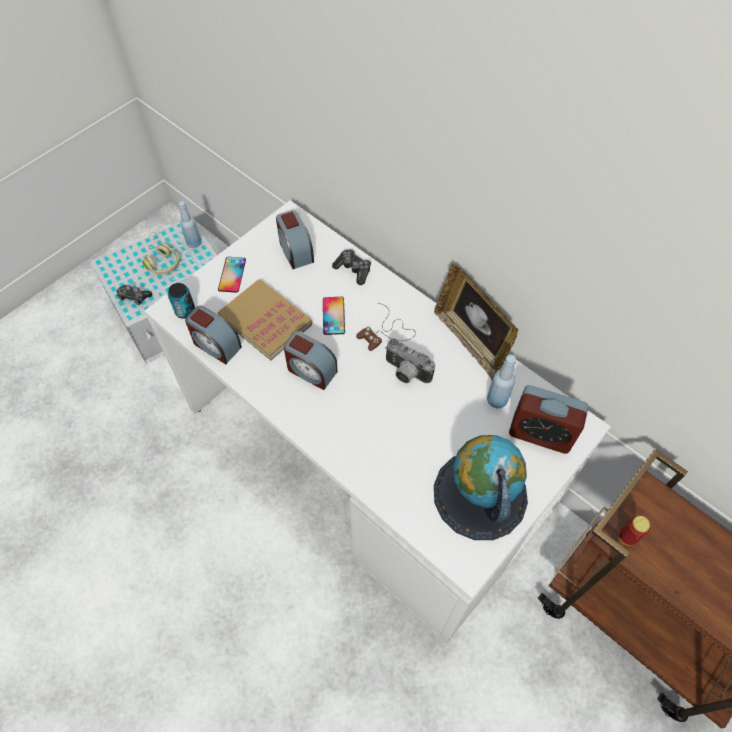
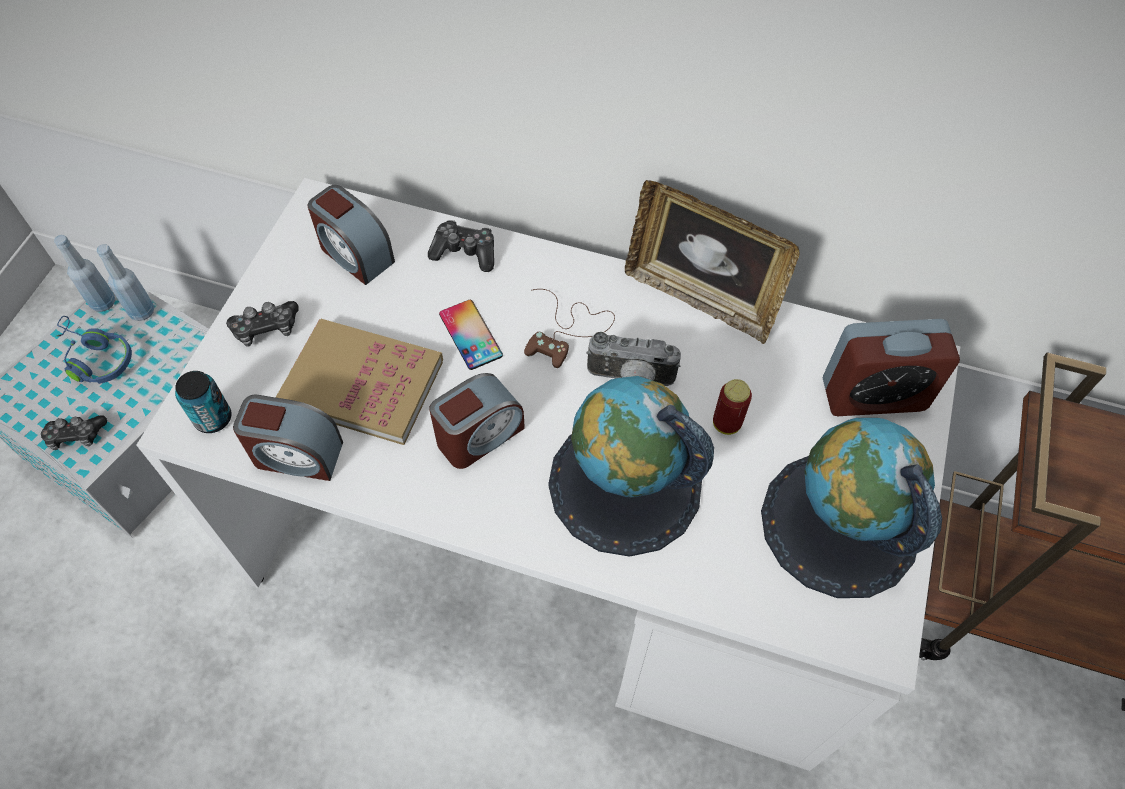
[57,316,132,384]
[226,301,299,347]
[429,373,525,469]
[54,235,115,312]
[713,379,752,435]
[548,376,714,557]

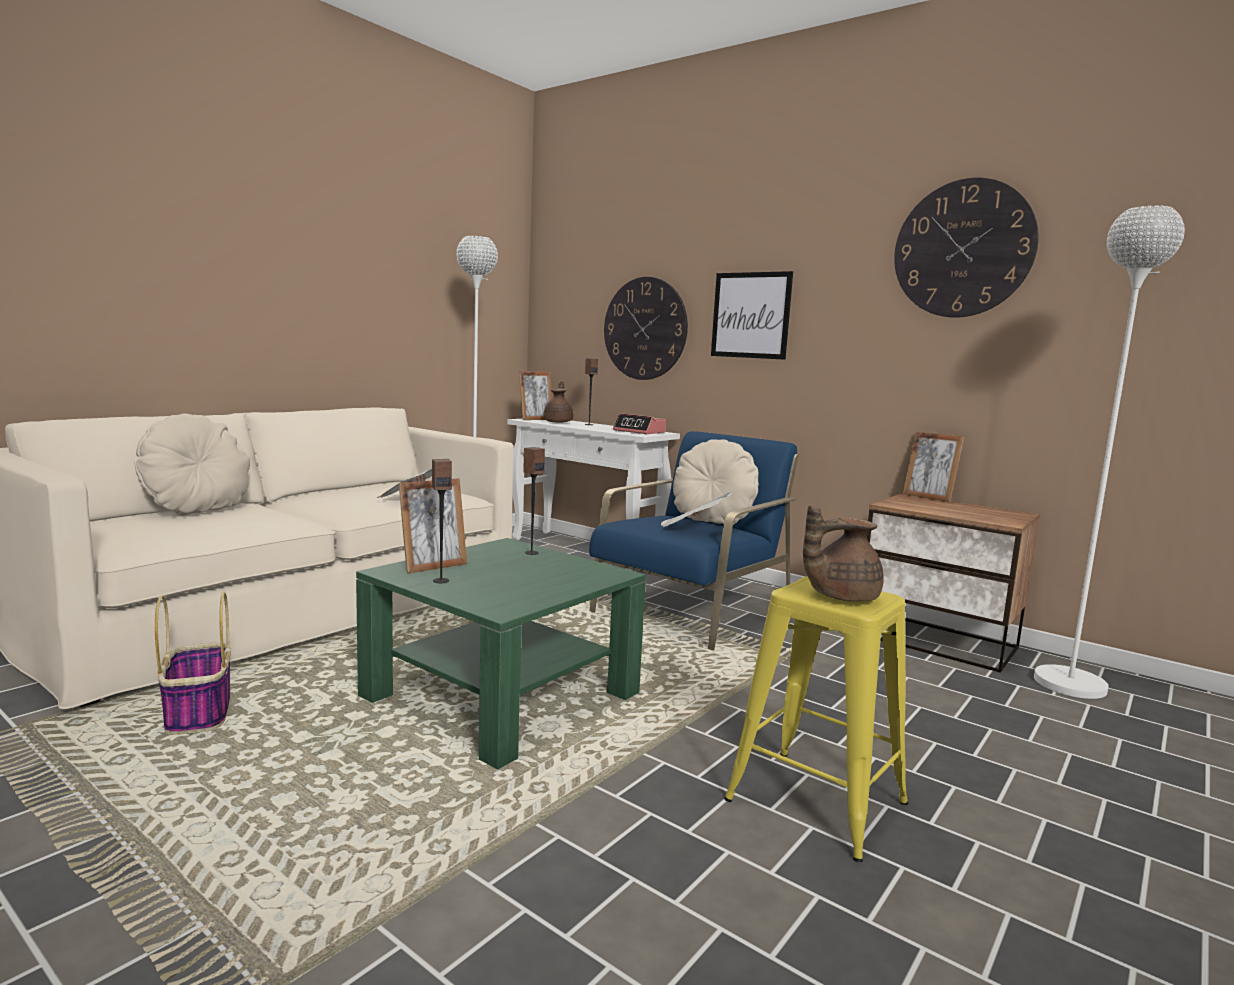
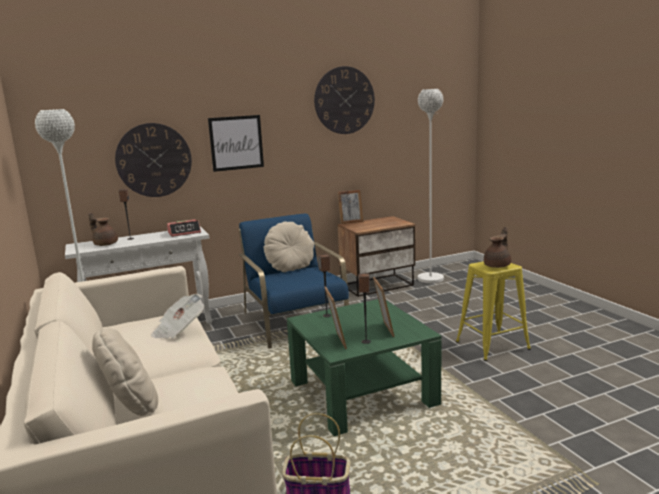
[373,277,395,337]
[661,492,733,527] (first image)
[484,227,511,268]

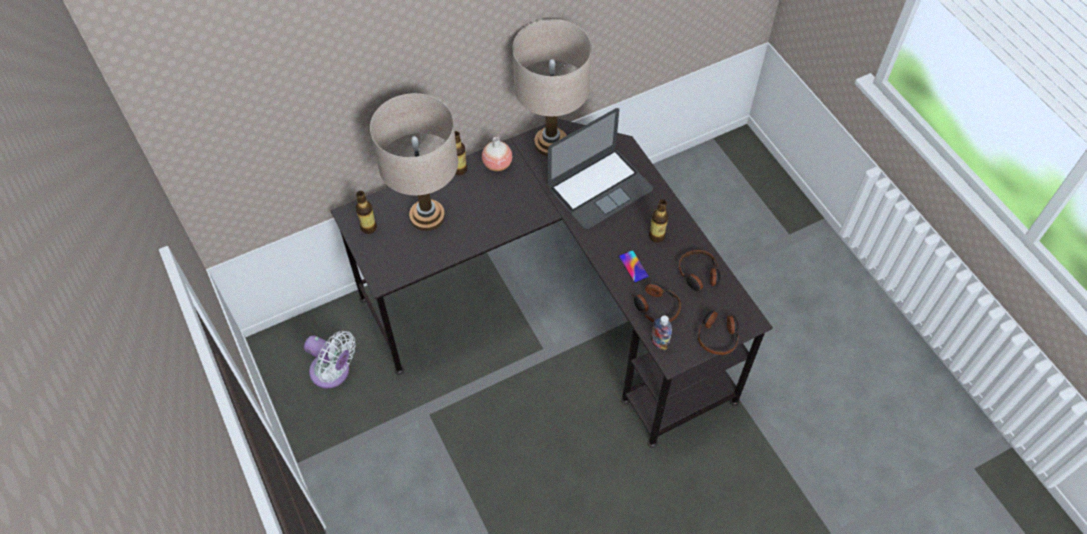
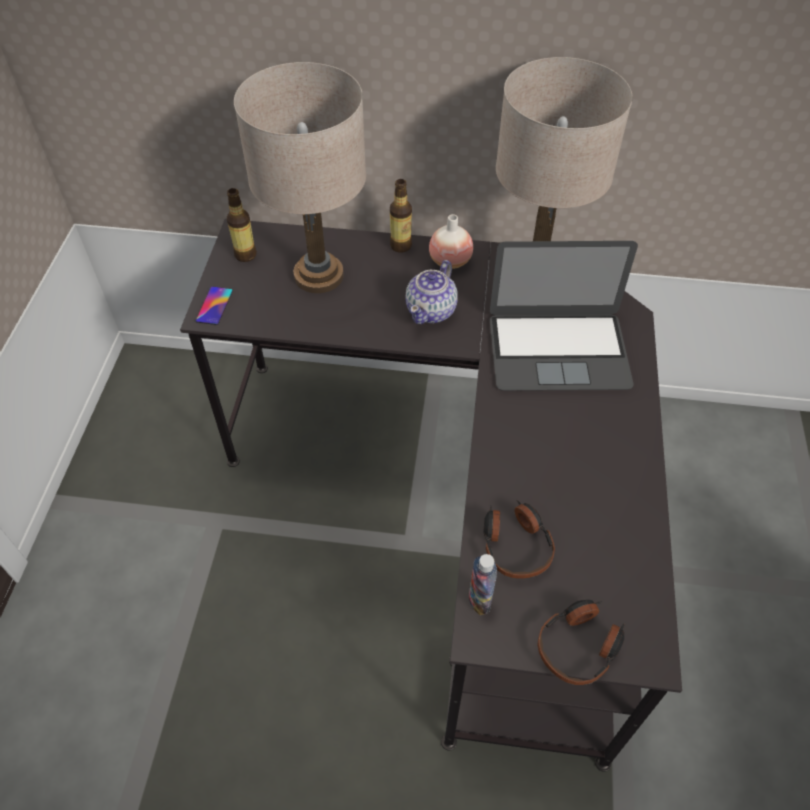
[649,199,669,243] (first image)
[195,286,233,325]
[679,250,720,292] (first image)
[304,331,356,389] (first image)
[405,260,458,324]

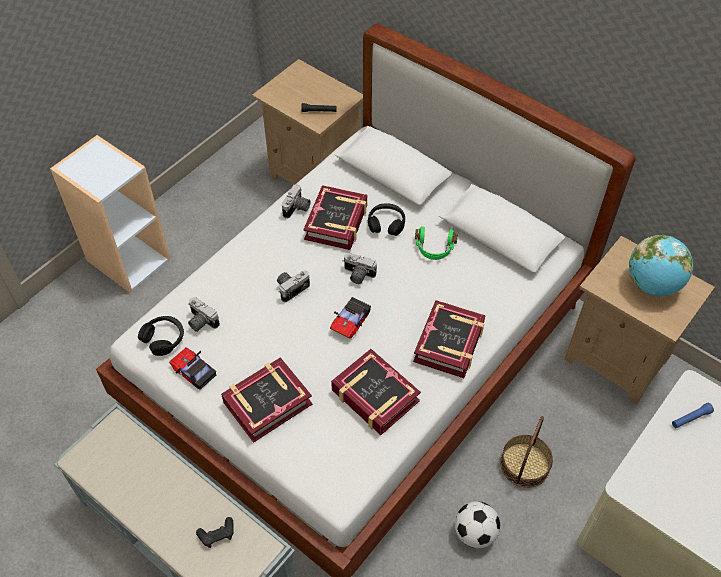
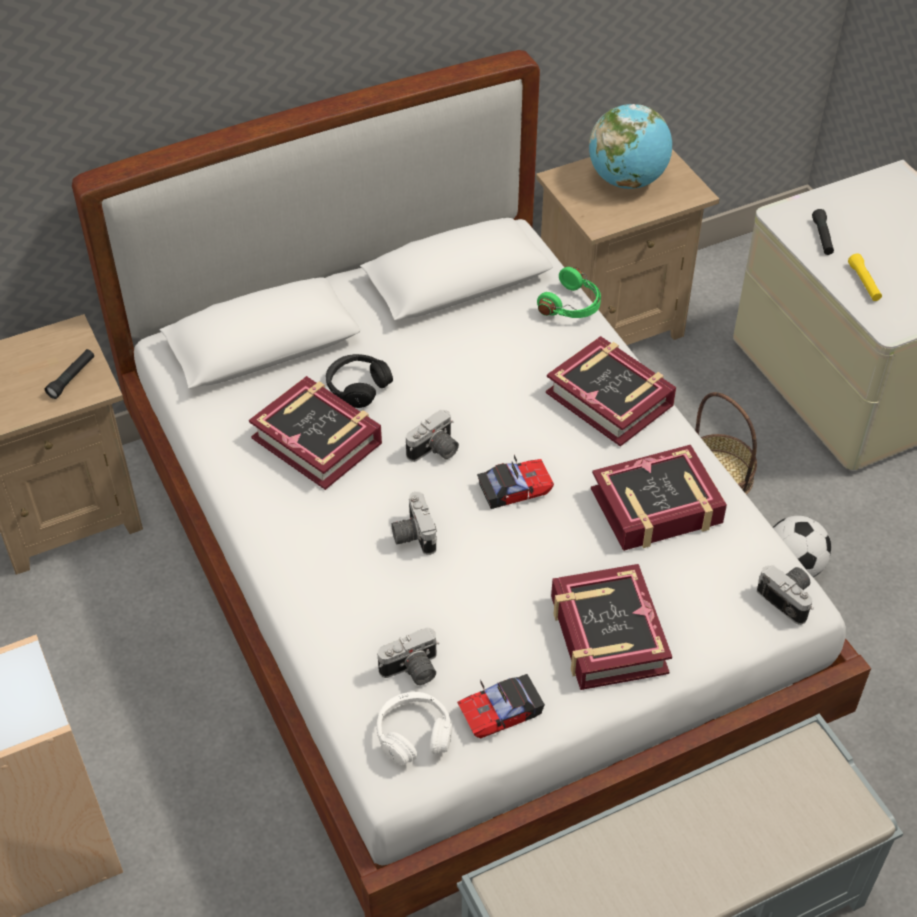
[757,565,814,625]
[537,267,601,318]
[477,455,554,509]
[377,692,452,765]
[812,209,834,255]
[196,517,234,548] (first image)
[848,254,882,301]

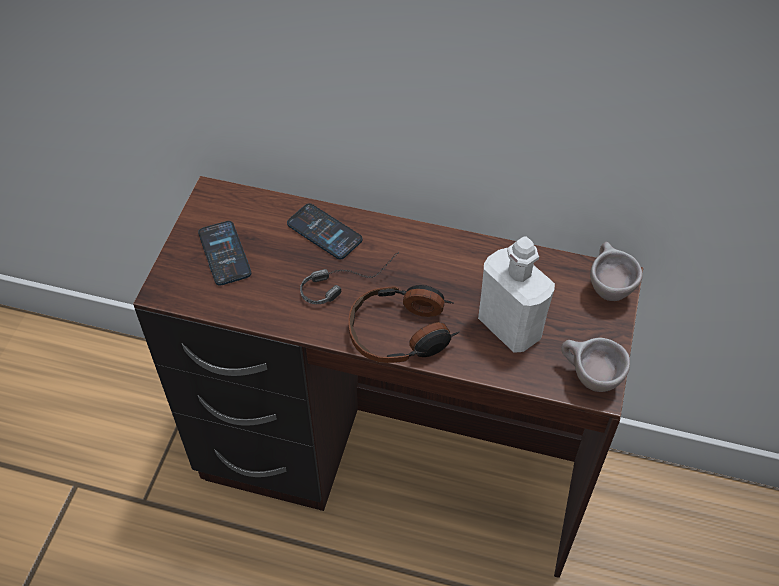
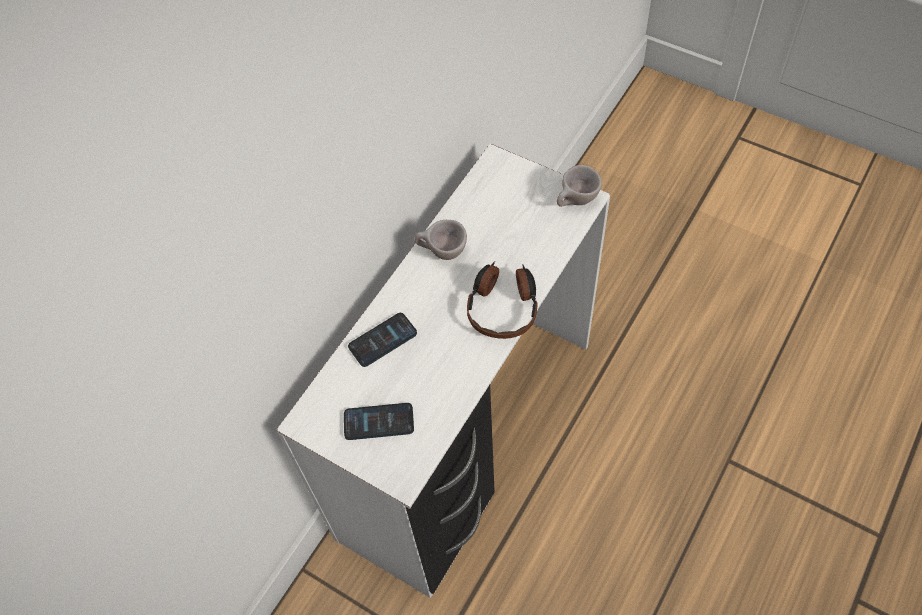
[276,143,610,598]
[478,236,555,353] (first image)
[414,220,467,260]
[300,252,399,304] (first image)

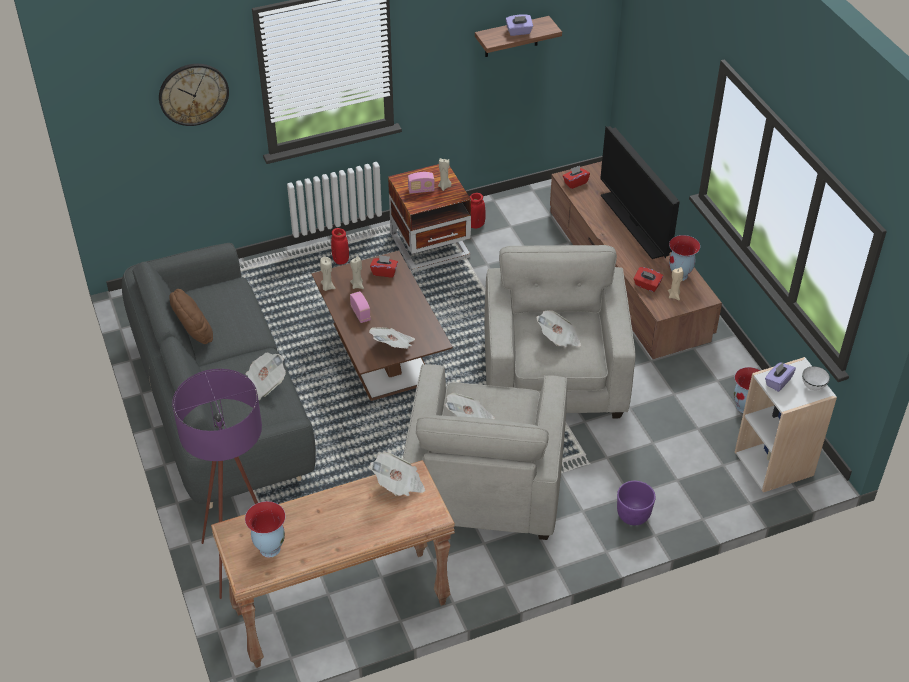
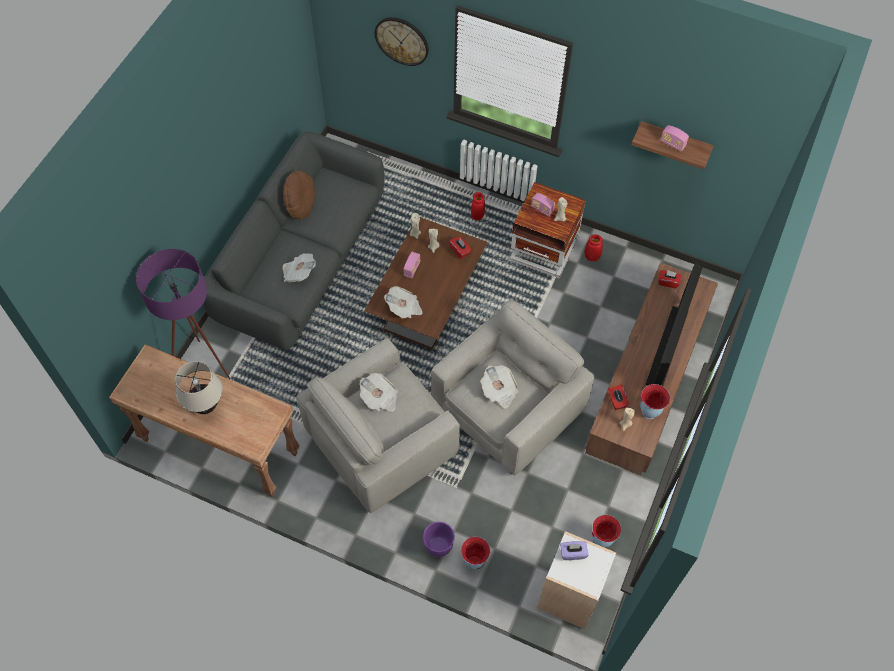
[660,125,689,152]
[802,366,830,391] (first image)
[370,453,425,496] (first image)
[461,537,490,570]
[175,361,223,414]

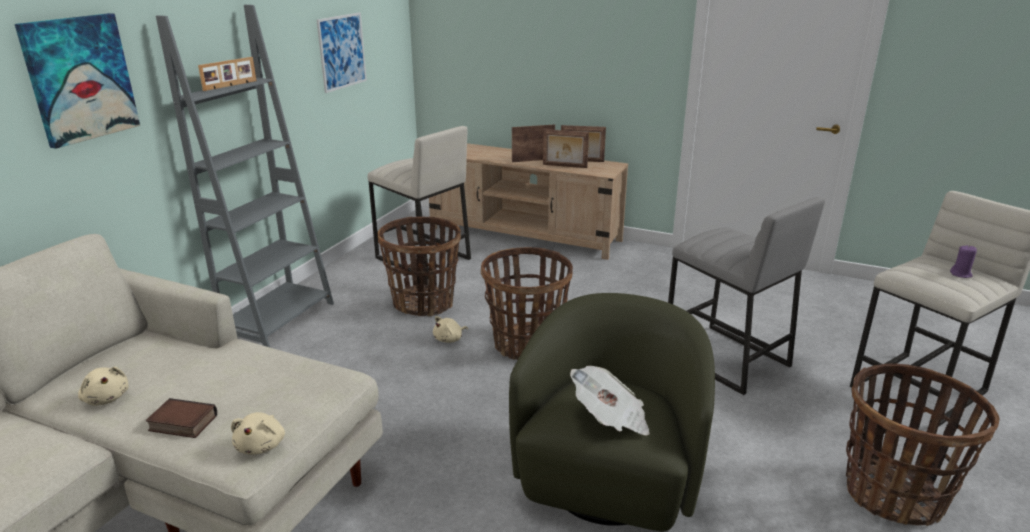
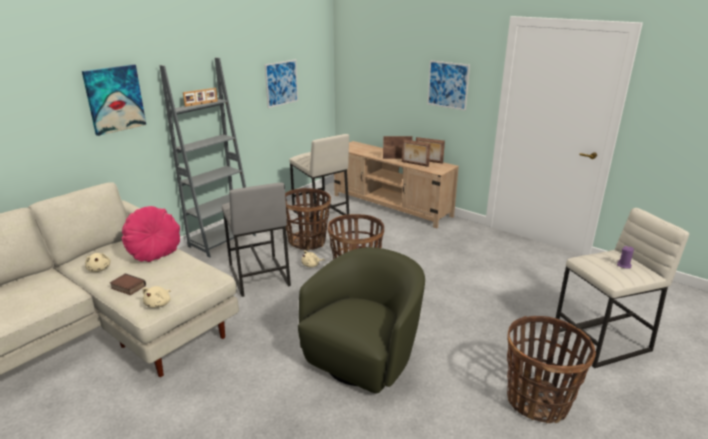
[222,182,291,297]
[570,366,650,435] (first image)
[427,60,470,111]
[122,206,180,262]

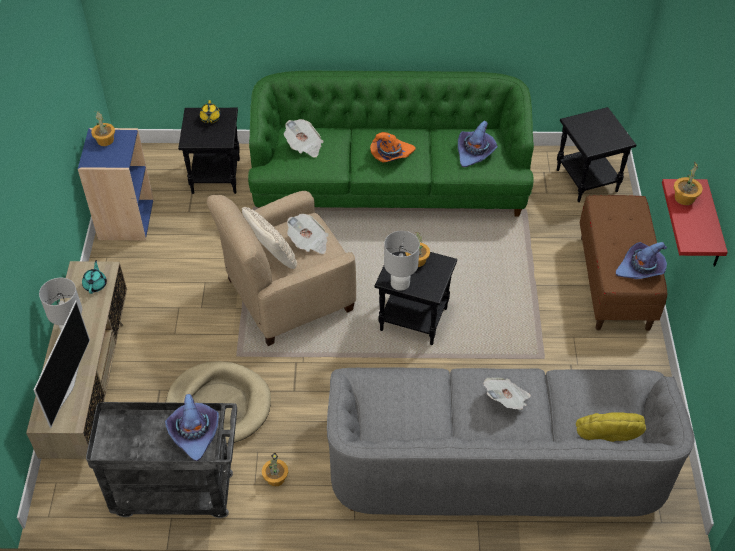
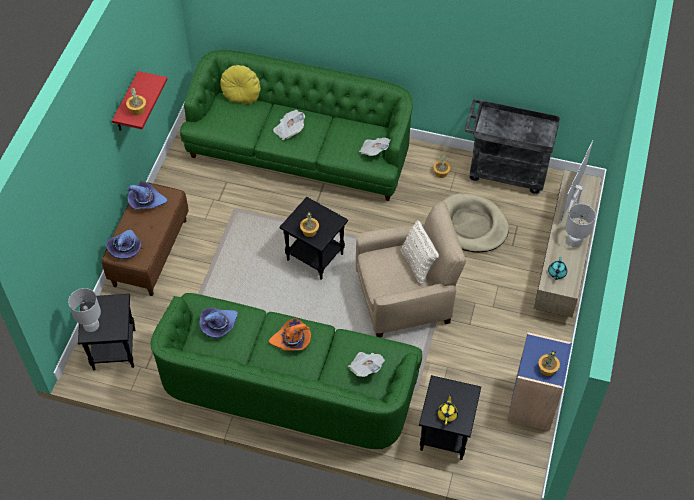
[359,137,391,156]
[68,288,101,332]
[180,50,413,201]
[106,230,141,259]

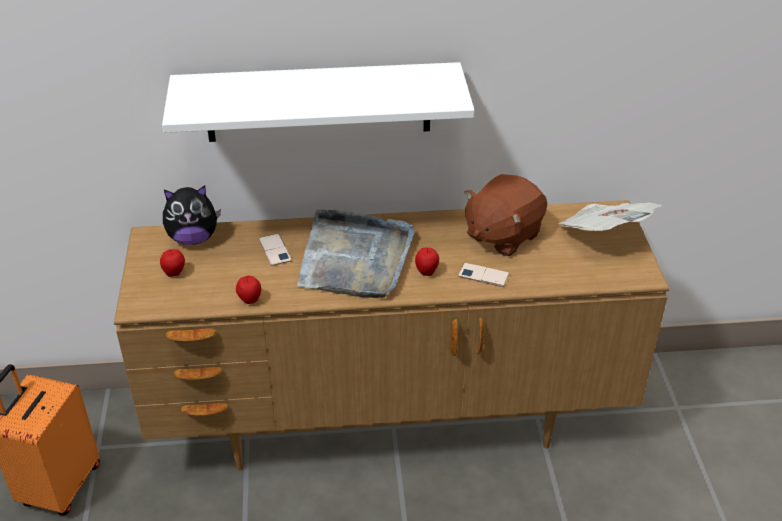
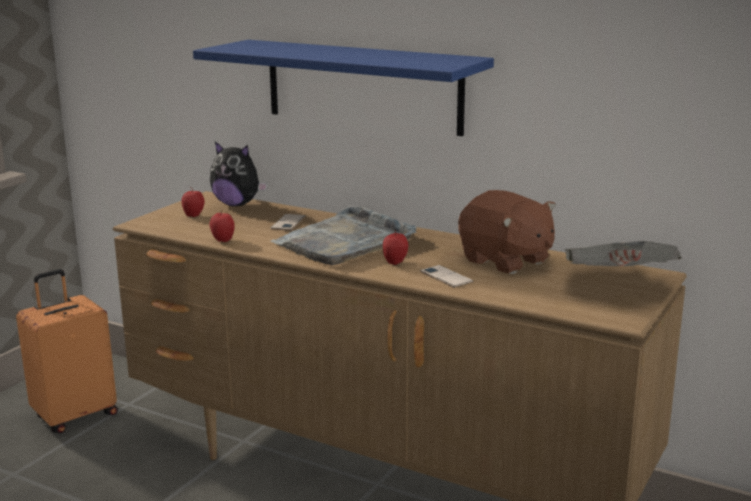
[193,40,494,136]
[458,190,556,274]

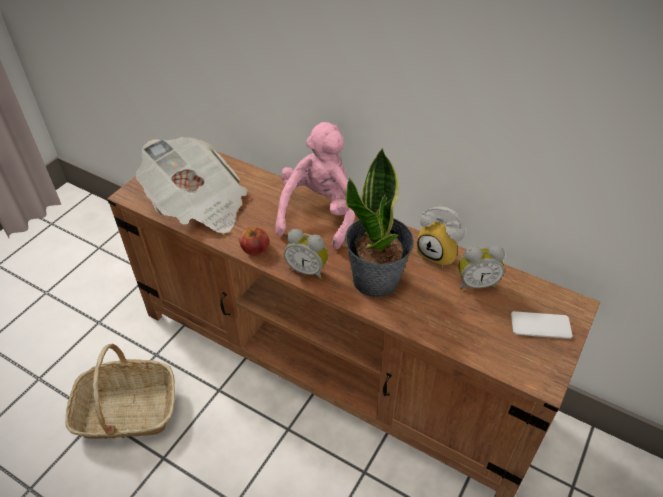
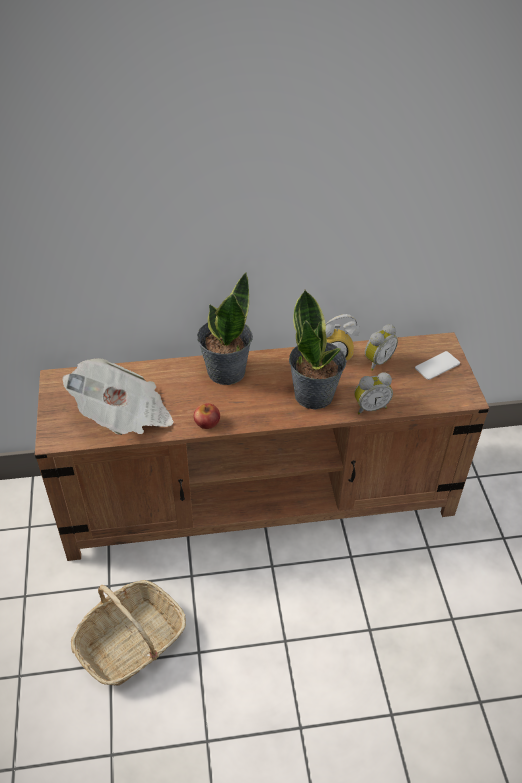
[197,273,253,385]
[354,372,393,414]

